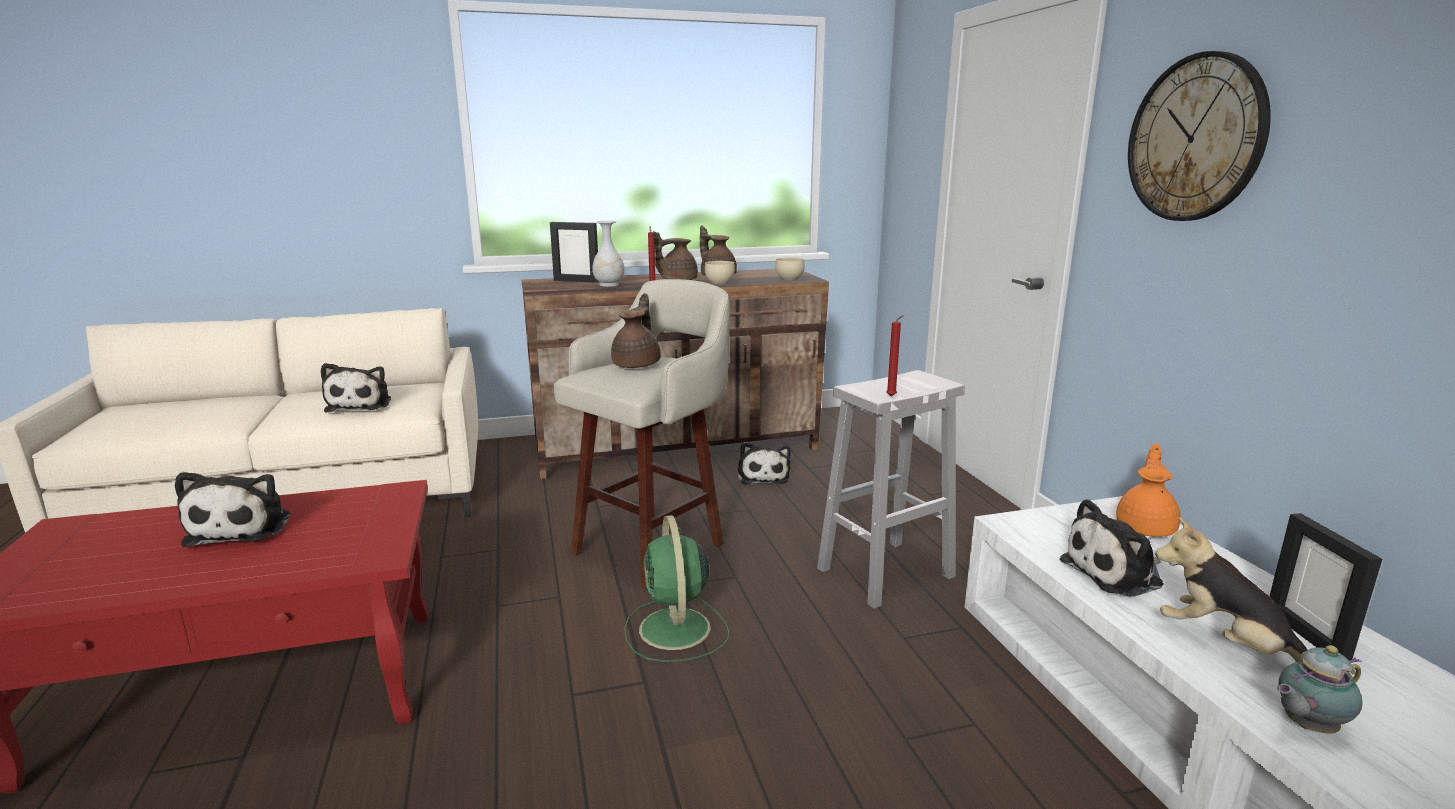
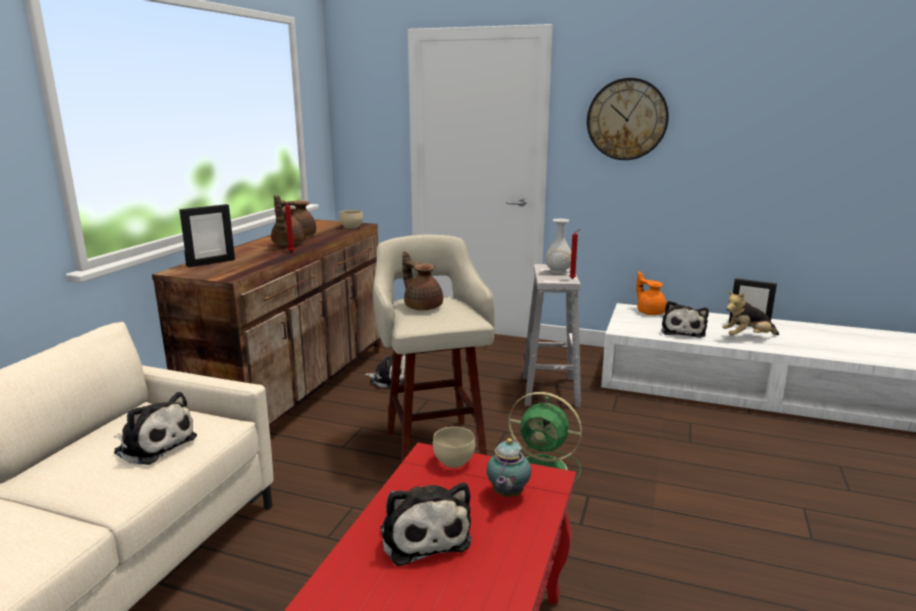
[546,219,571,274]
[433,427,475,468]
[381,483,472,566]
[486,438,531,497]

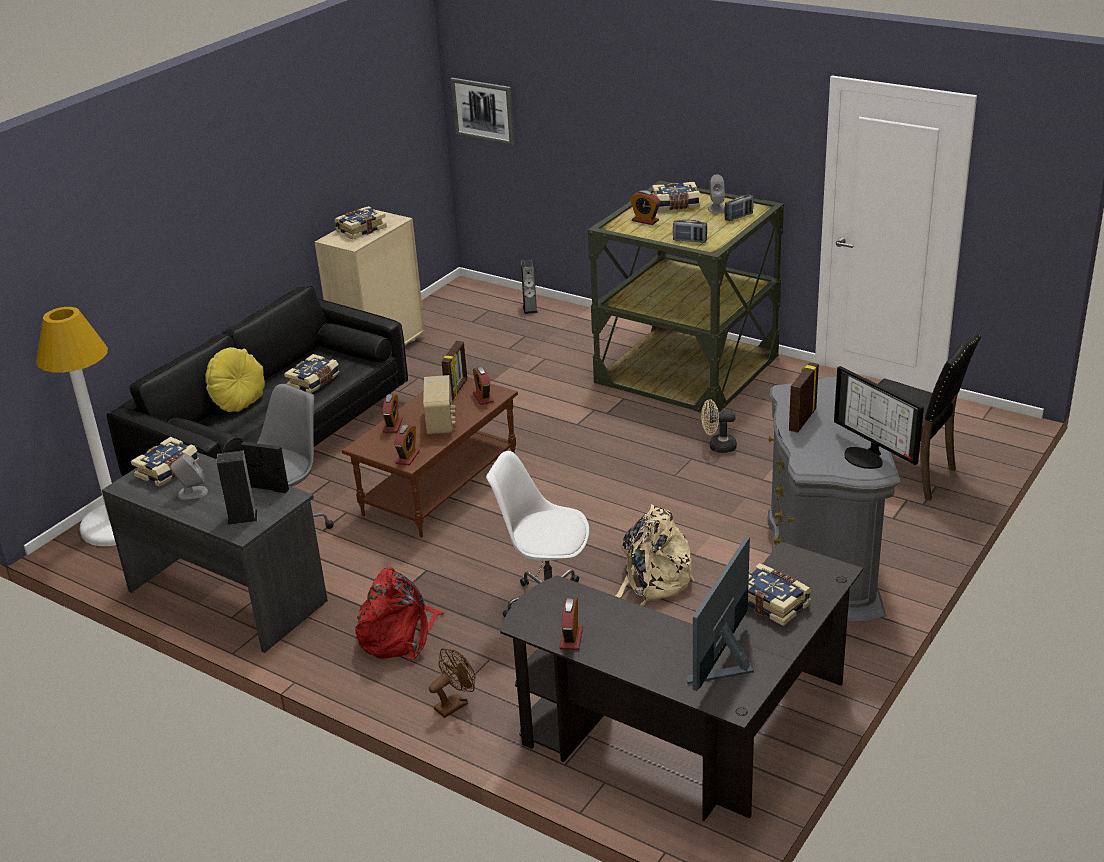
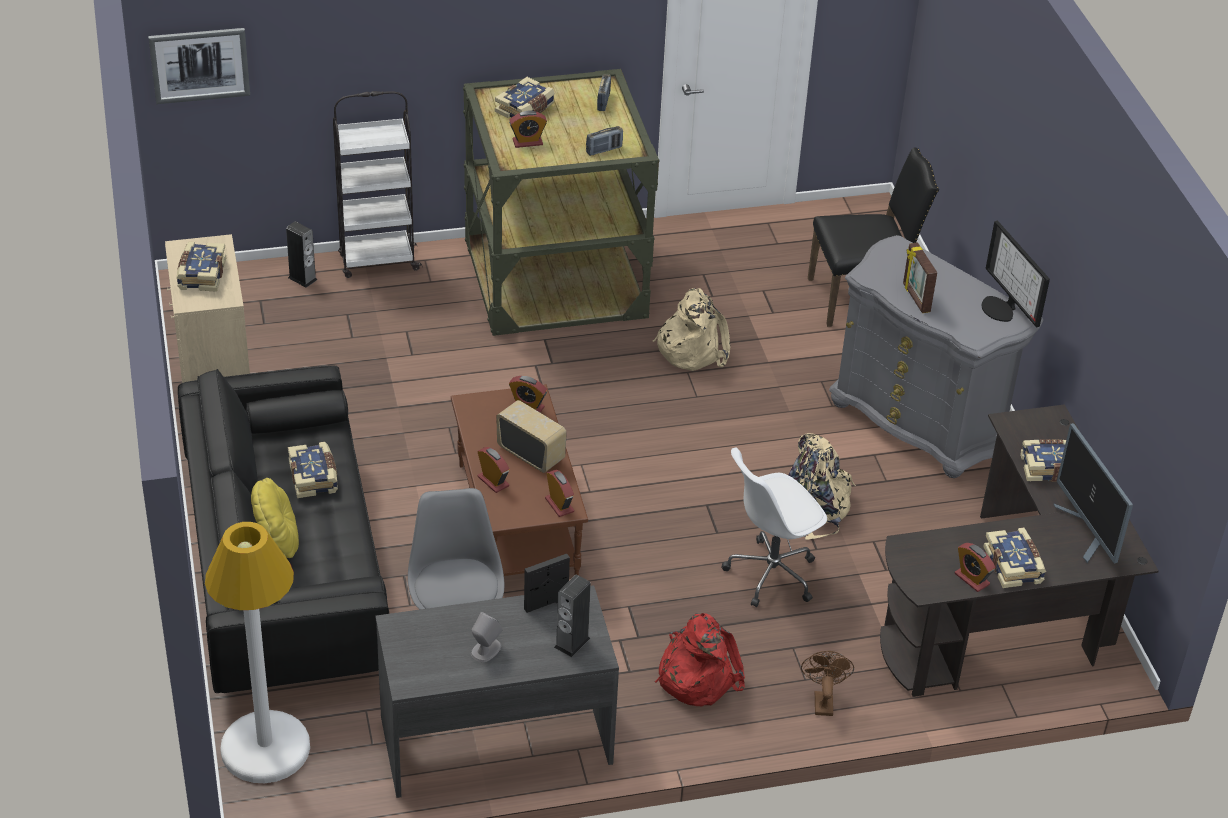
[708,174,725,214] (first image)
[441,341,467,400] (first image)
[981,221,1050,327]
[653,288,730,371]
[983,528,1046,588]
[333,91,423,278]

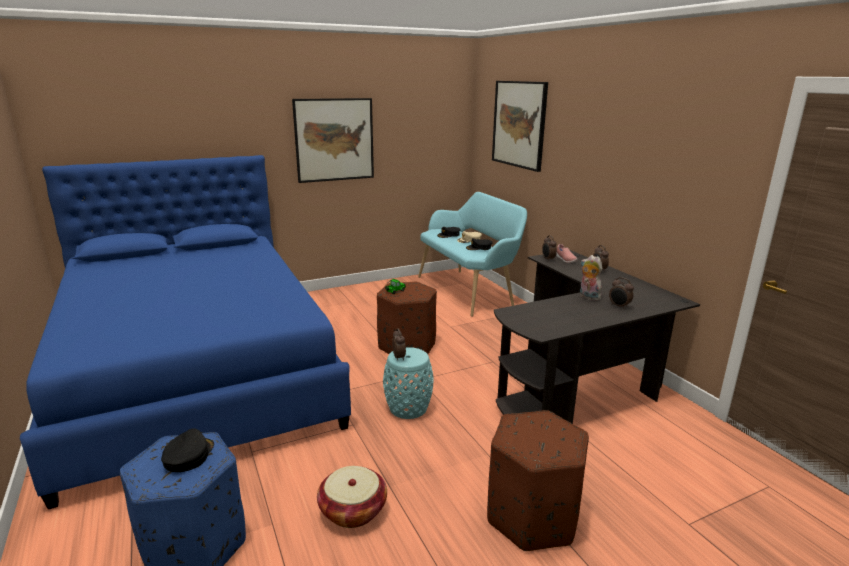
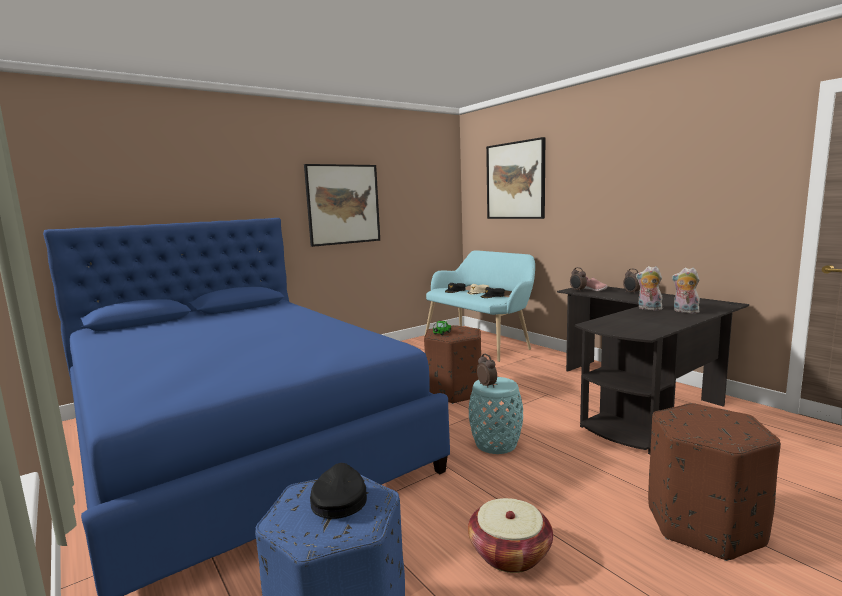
[672,268,700,313]

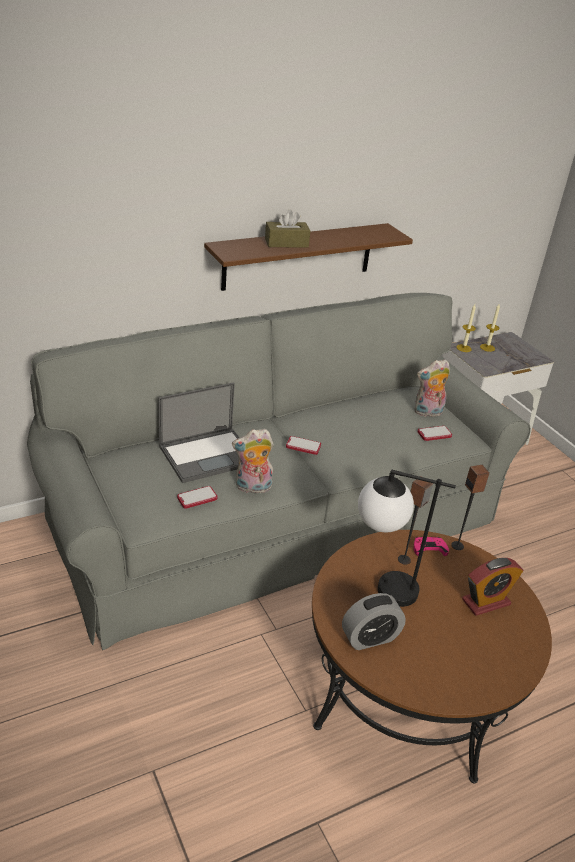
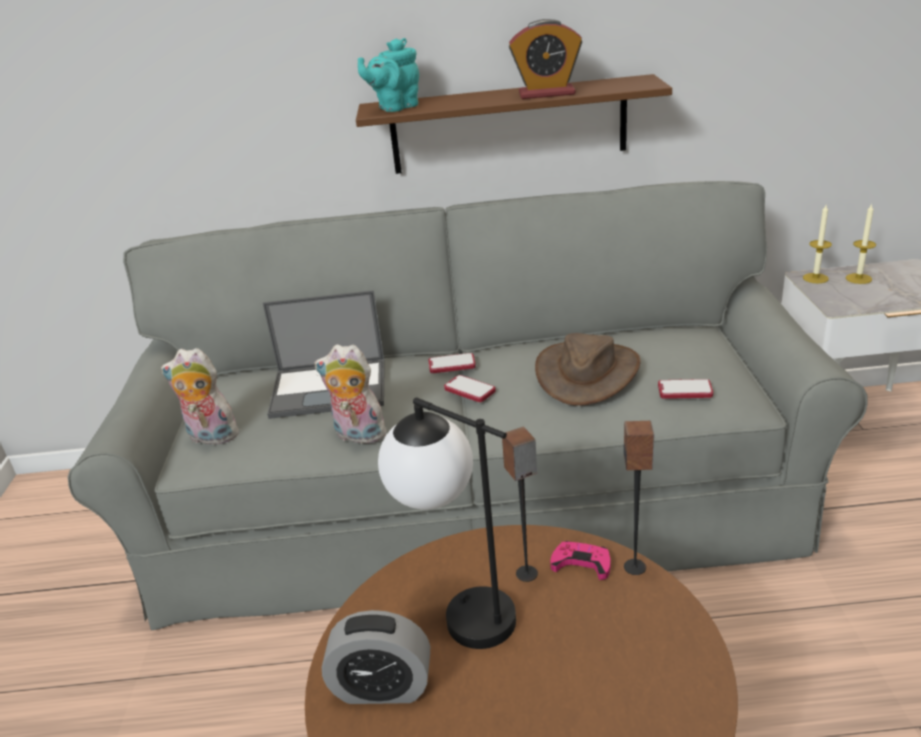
[265,210,310,248] (first image)
[161,348,242,448]
[429,353,476,373]
[509,19,583,99]
[358,38,419,112]
[535,333,640,406]

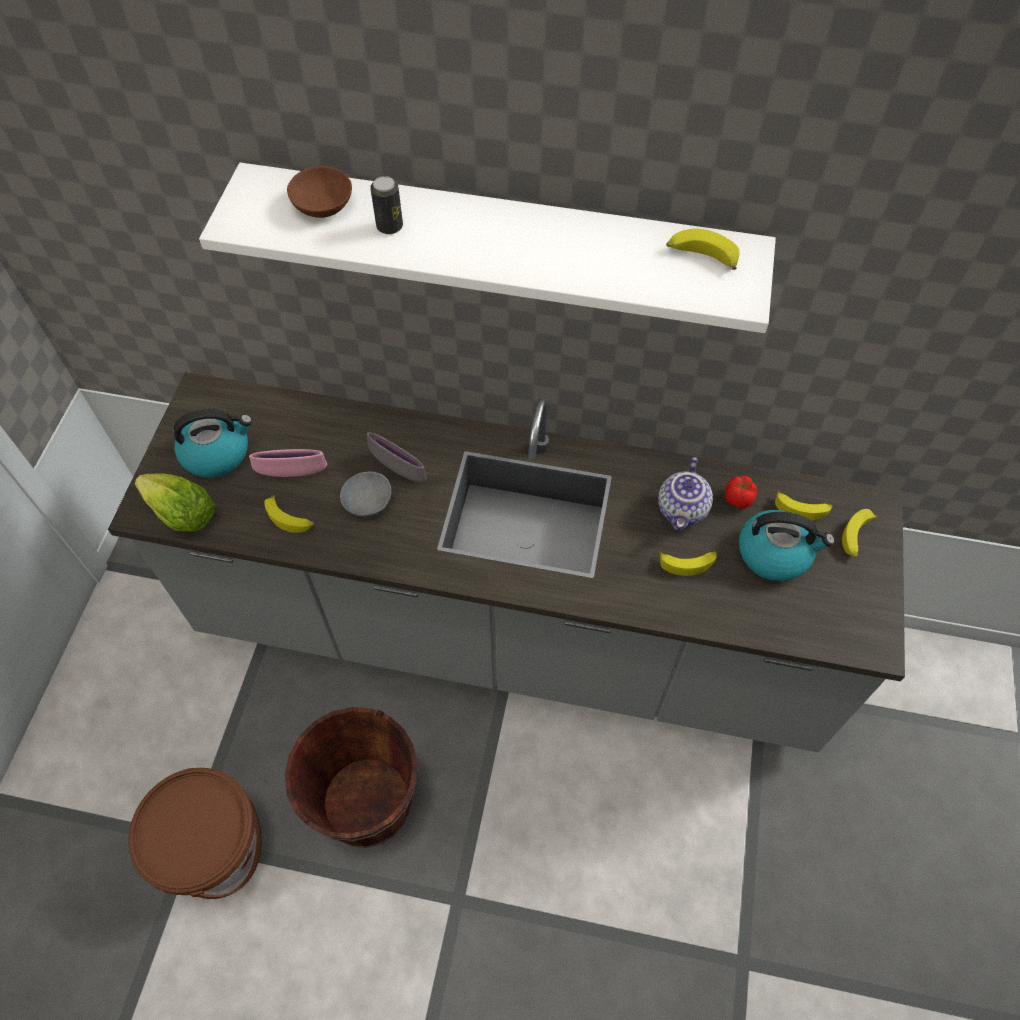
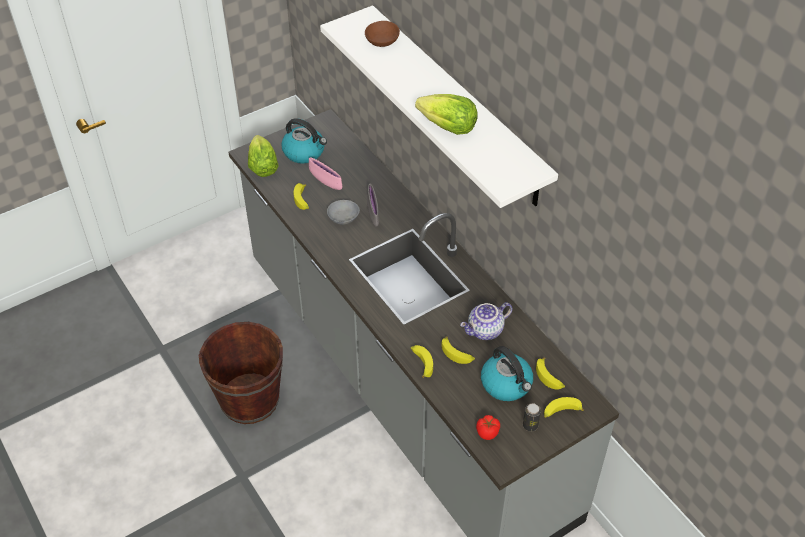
[523,403,541,431]
[411,345,433,378]
[476,415,500,440]
[128,768,262,899] (first image)
[415,94,478,135]

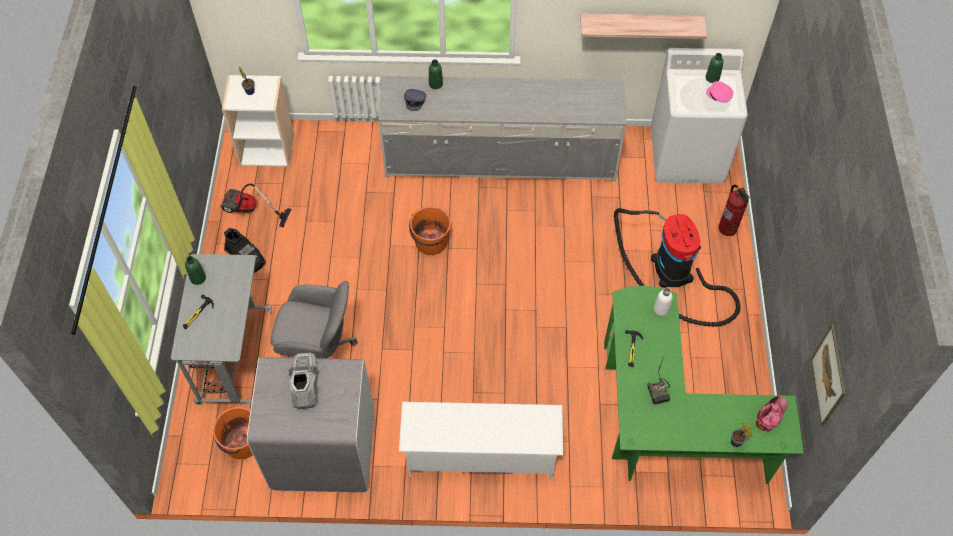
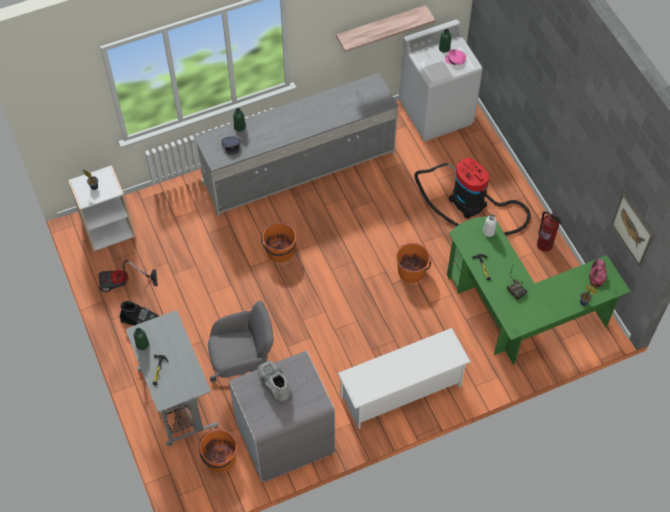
[537,211,563,252]
[396,243,431,283]

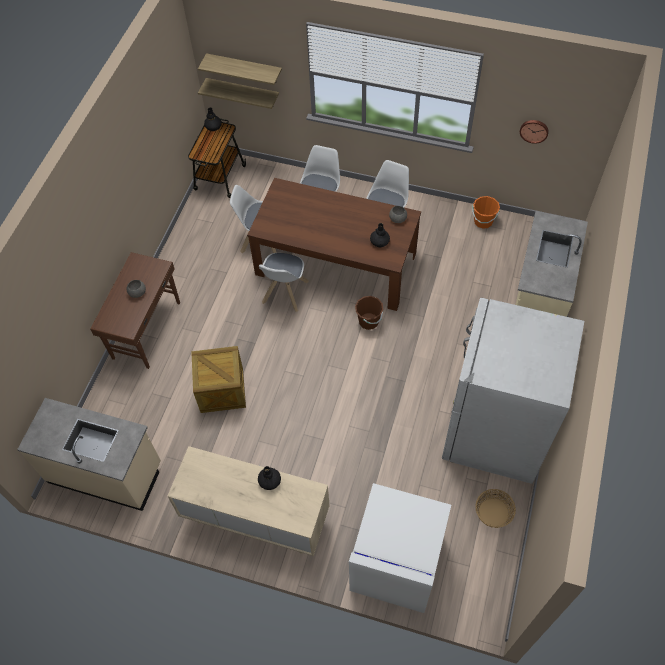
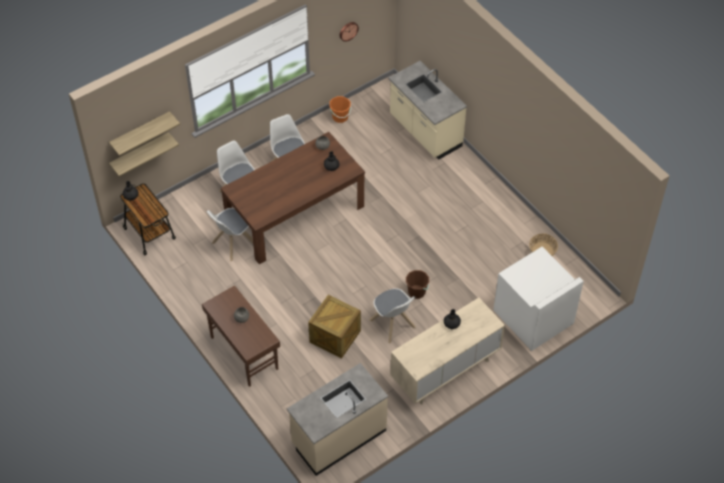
[369,288,415,343]
[406,270,429,299]
[442,298,584,484] (first image)

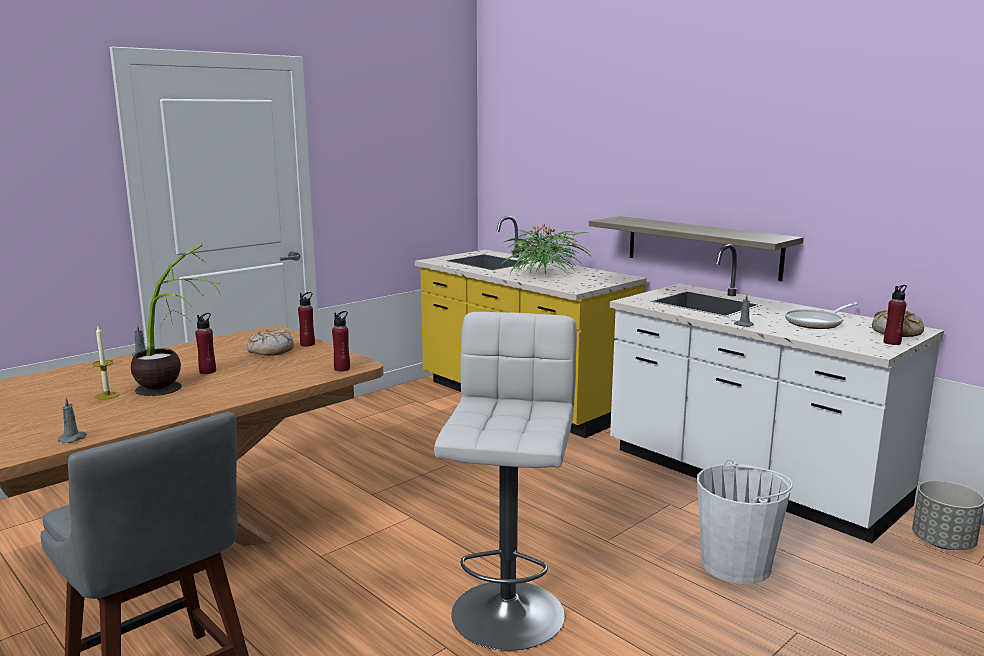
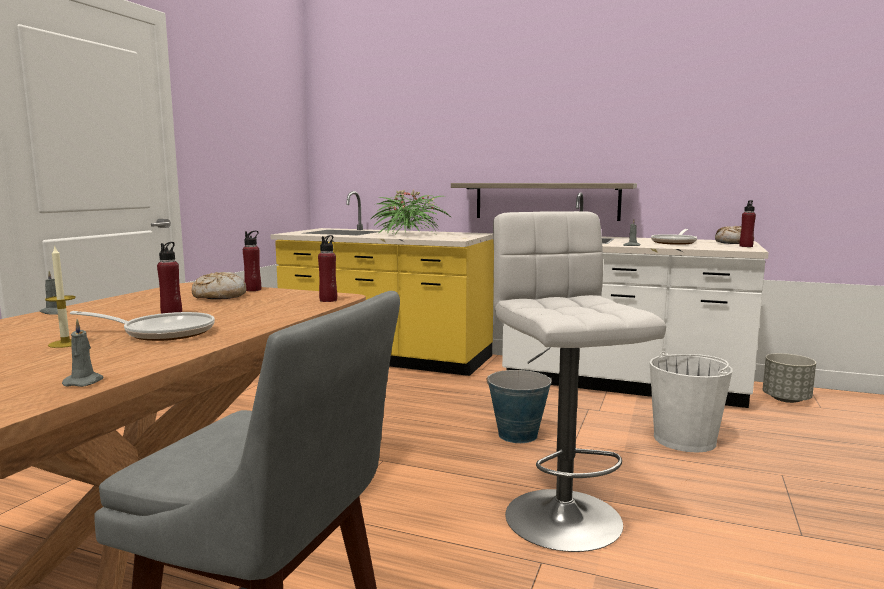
[70,311,215,341]
[487,370,552,443]

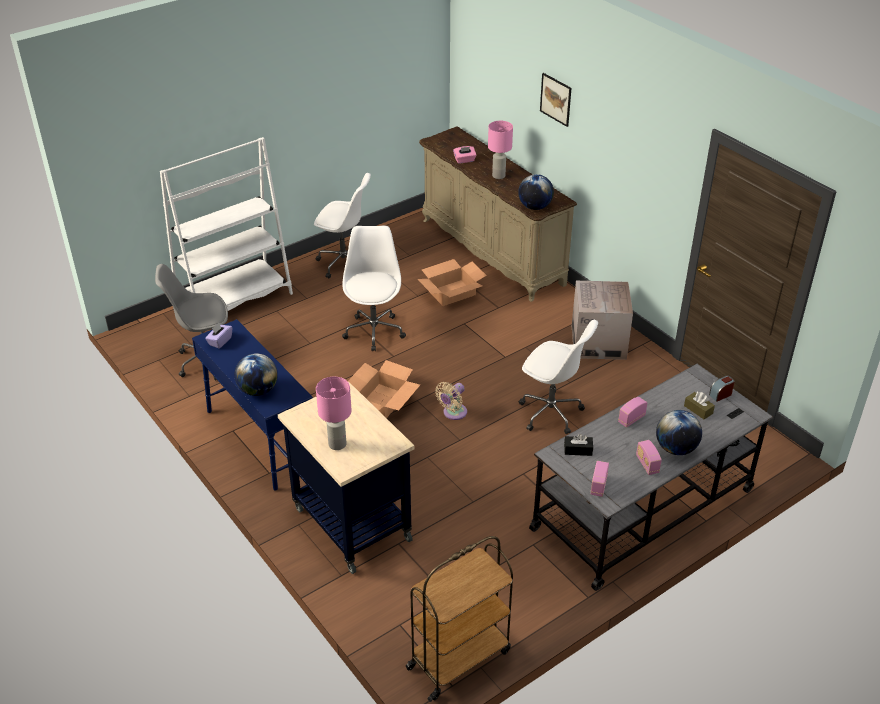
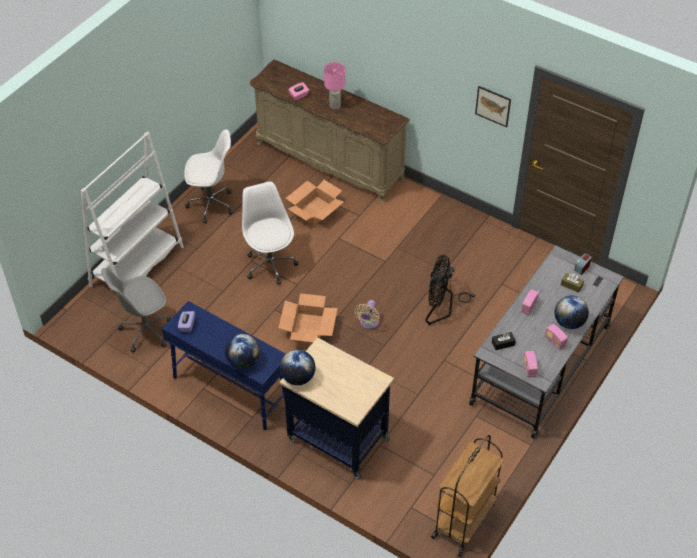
[475,86,511,127]
[280,350,315,385]
[572,281,633,360] (first image)
[426,254,476,325]
[316,377,352,450] (first image)

